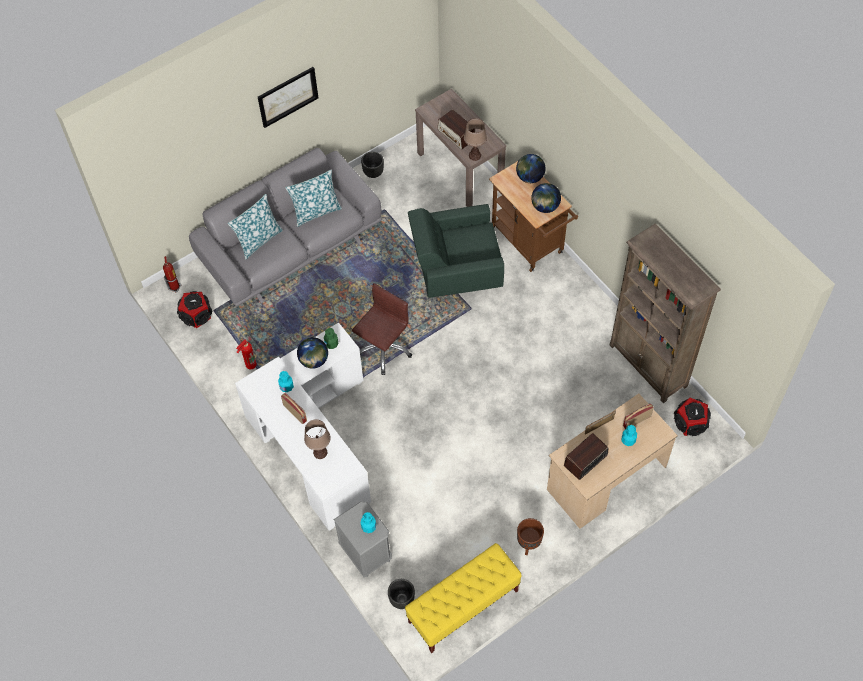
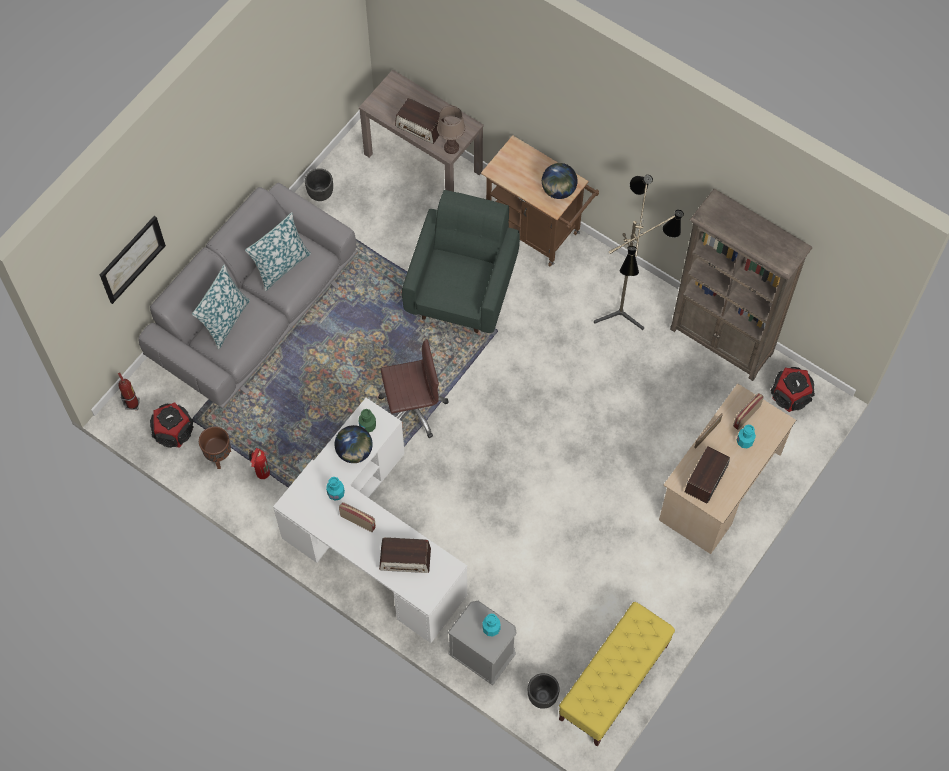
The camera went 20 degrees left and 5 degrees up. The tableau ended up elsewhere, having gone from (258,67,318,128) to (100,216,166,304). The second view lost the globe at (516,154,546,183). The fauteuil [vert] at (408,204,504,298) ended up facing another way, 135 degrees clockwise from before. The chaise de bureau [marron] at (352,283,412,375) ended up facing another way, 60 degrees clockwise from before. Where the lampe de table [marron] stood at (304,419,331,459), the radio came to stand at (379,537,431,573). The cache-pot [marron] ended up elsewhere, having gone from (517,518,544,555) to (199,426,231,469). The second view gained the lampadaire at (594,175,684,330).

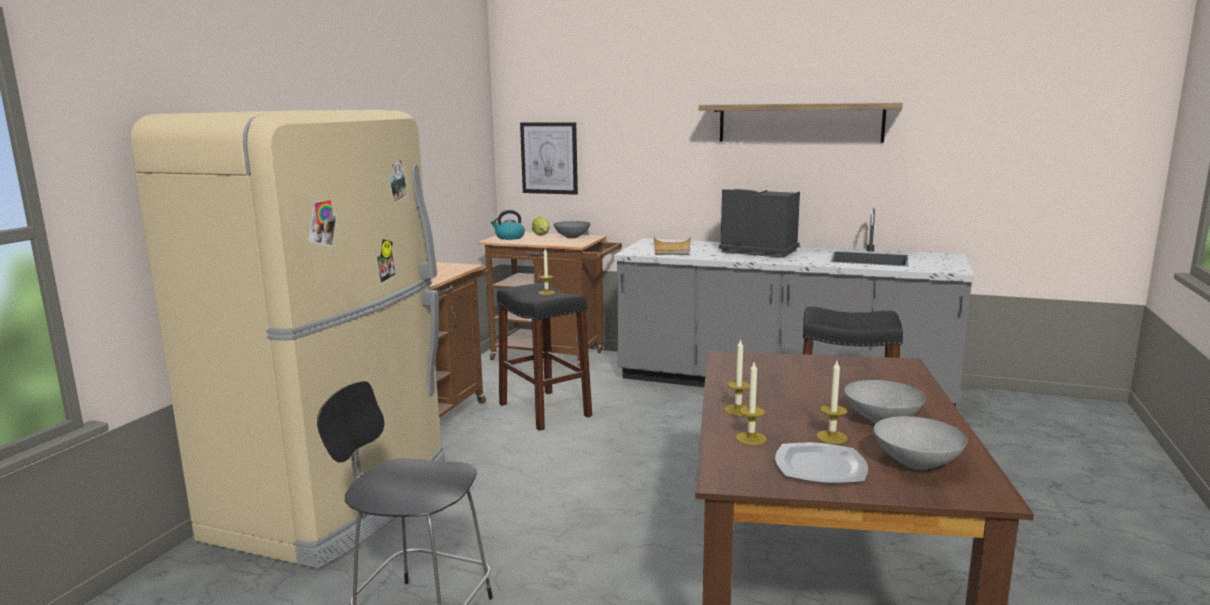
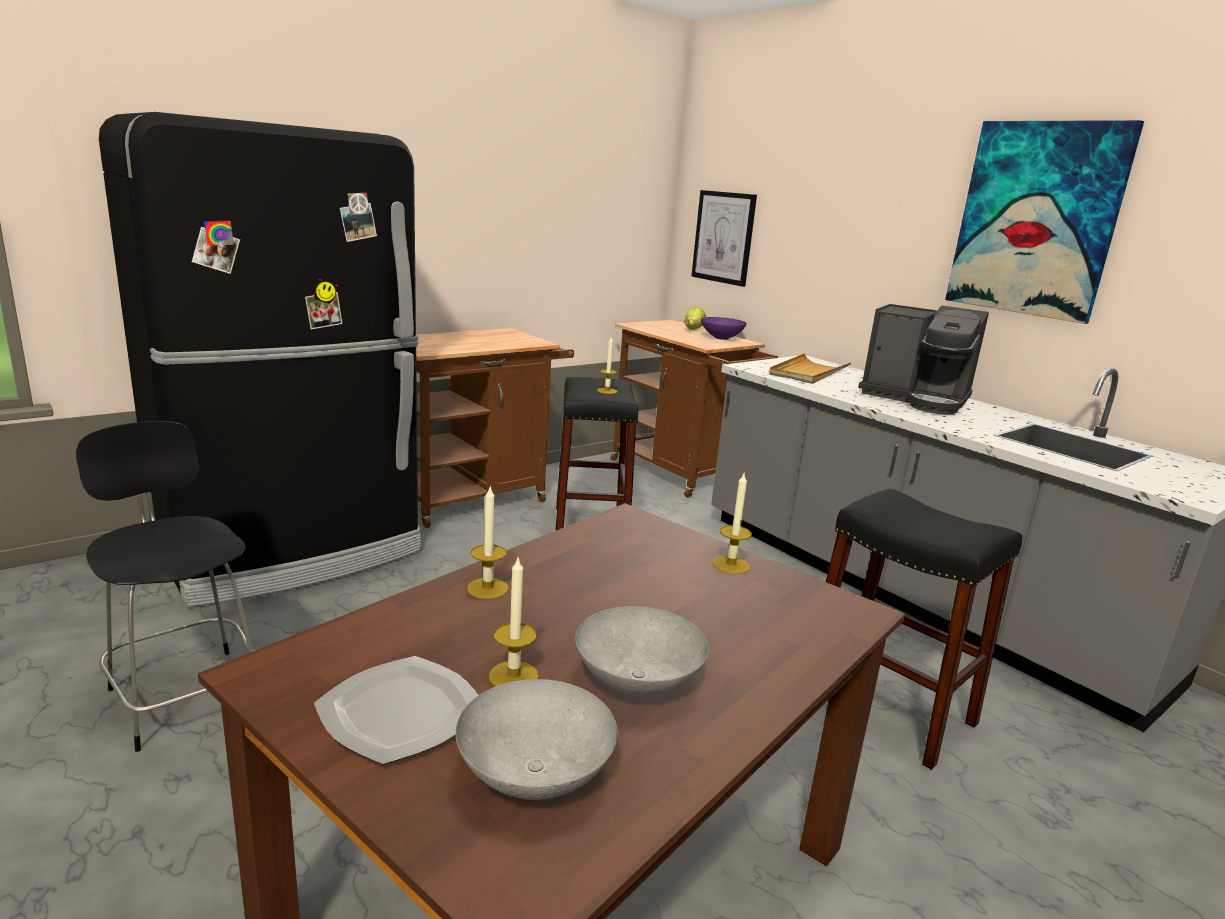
The camera went 30 degrees right and 5 degrees up. Where the étagère hung at (699,103,903,143), the tableau came to hang at (945,120,1144,324). What was the réfrigérateur [beige] at (131,110,445,569) turned into the réfrigérateur [noir] at (99,112,421,607). The machine à café at (719,189,800,258) ended up facing another way, 150 degrees clockwise from before. The second view lost the bouilloire at (491,210,525,240). What was the bol [gris] at (553,221,590,239) turned into the bol [violet] at (701,317,747,340). The bougie ended up elsewhere, having gone from (736,362,767,445) to (713,473,752,574).

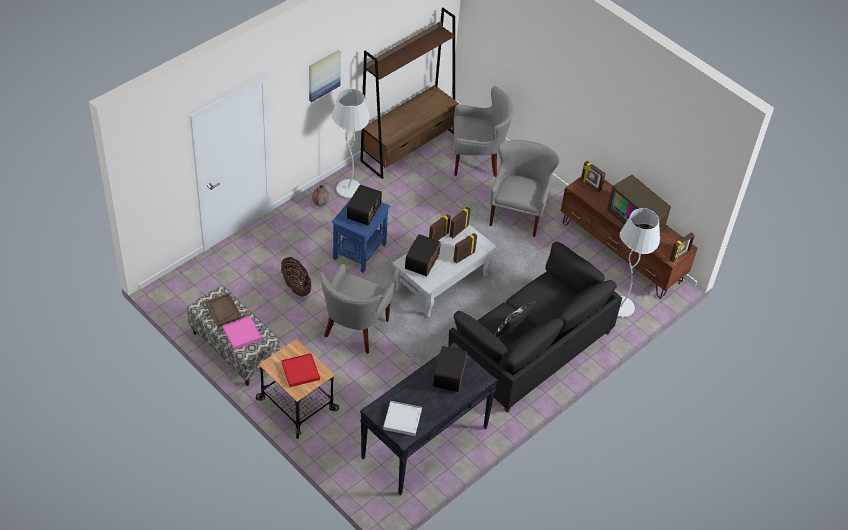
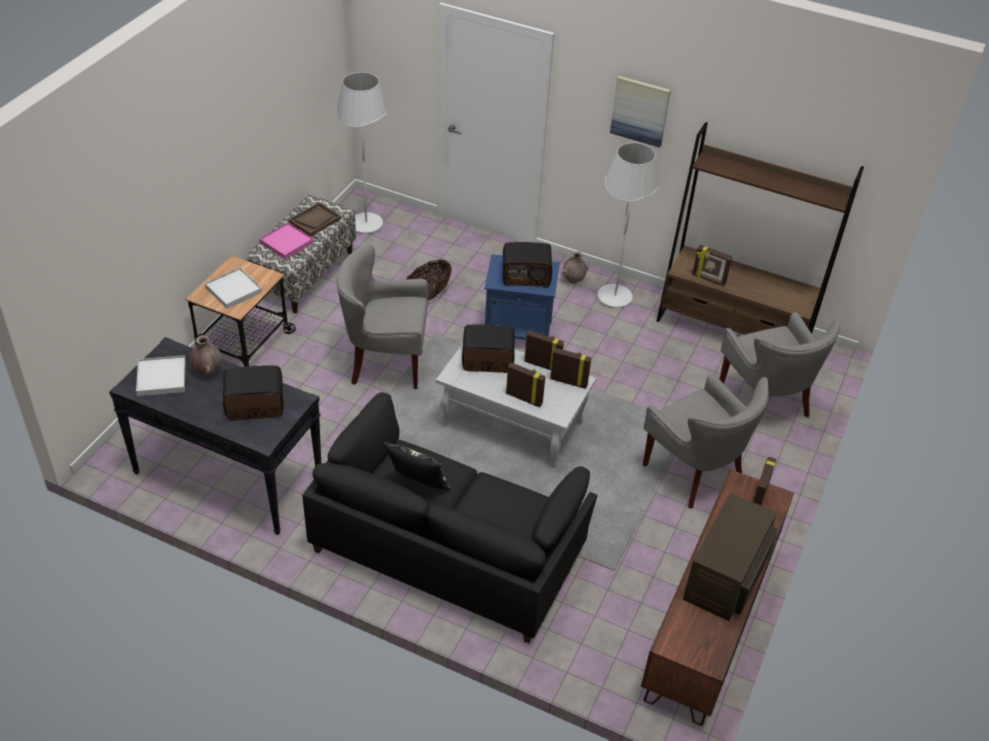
The camera went 70 degrees right and 5 degrees down. The fauteuil [gris] at (489,140,560,237) ended up facing another way, 60 degrees clockwise from before. The lampadaire [blanc] ended up elsewhere, having gone from (618,208,660,317) to (336,72,387,234). The cadre photo ended up elsewhere, having gone from (669,232,695,263) to (692,245,732,286). What was the plateau [rouge] at (281,353,320,387) turned into the plateau [blanc] at (205,267,262,309). The second view gained the vase [marron] at (190,335,221,376).

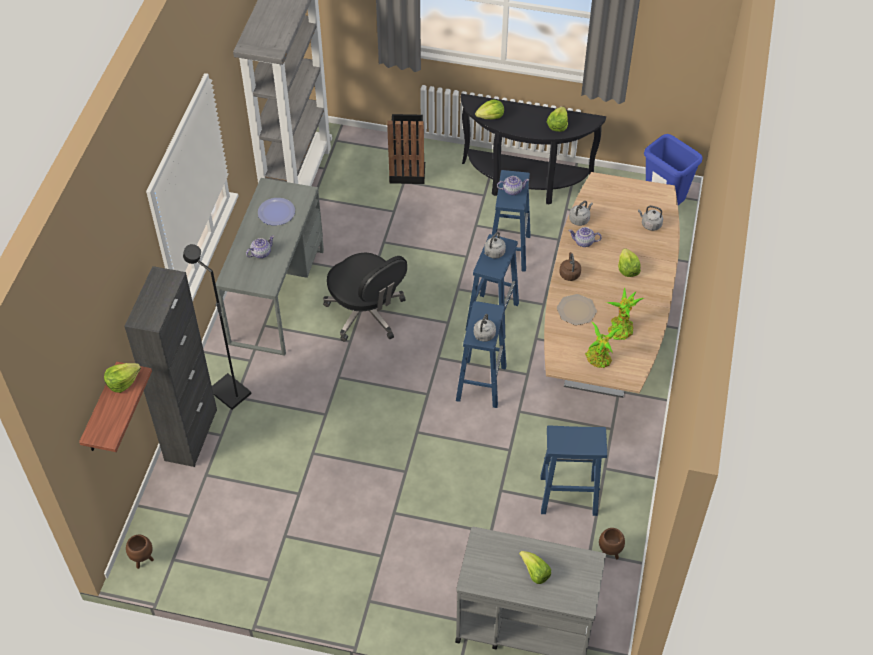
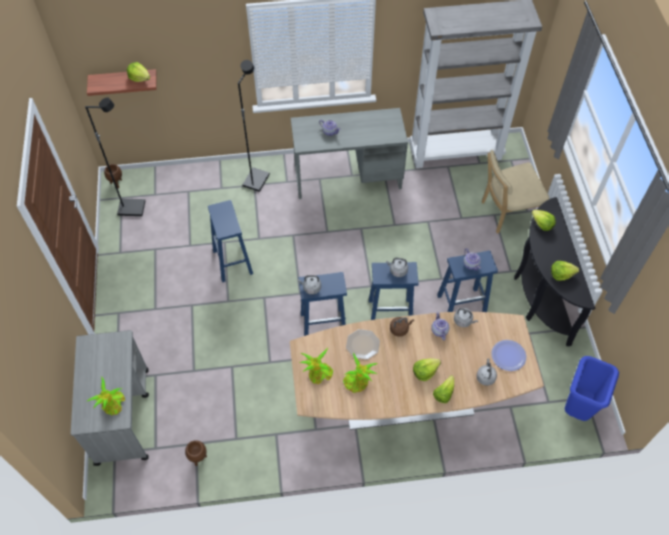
The camera went 70 degrees right and 5 degrees up. Where the poubelle [noir] stood at (387,114,425,184), the chaise [beige] came to stand at (482,150,549,234). The assiette ended up elsewhere, having gone from (258,198,295,225) to (491,340,526,371). The second view lost the chaise de bureau [noir] at (323,252,407,342). The second view lost the meuble de rangement [noir] at (124,266,217,467). The tabouret [bleu] ended up elsewhere, having gone from (540,425,607,516) to (208,200,253,282). The laitue ended up elsewhere, having gone from (519,551,551,584) to (433,375,454,403). The second view gained the lampadaire [noir] at (85,98,145,216). The second view gained the plante en pot at (86,376,125,415).

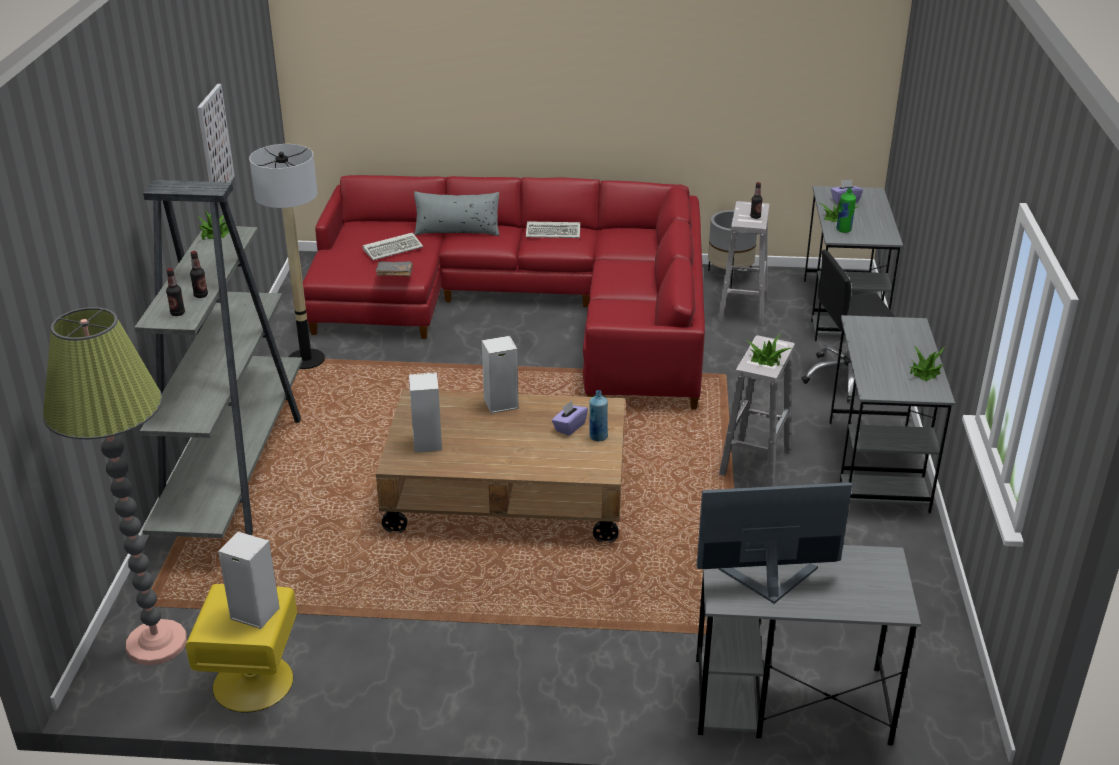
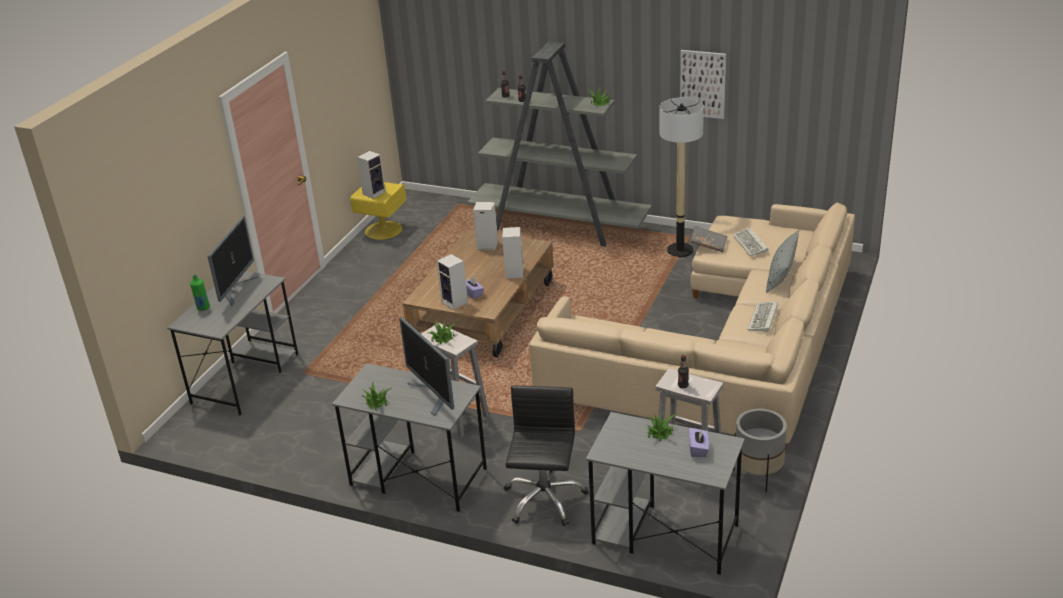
The camera went 110 degrees right and 0 degrees up. What was the canapé [rouge] at (303,175,705,410) turned into the canapé [beige] at (529,203,855,452). The bouteille [vert] ended up elsewhere, having gone from (836,188,856,233) to (190,275,210,311). The second view lost the lampadaire at (43,307,187,665). Where the bouteille [bleu] stood at (589,390,608,441), the enceinte came to stand at (437,254,468,310). The second view gained the écran d'ordinateur at (399,317,454,416).

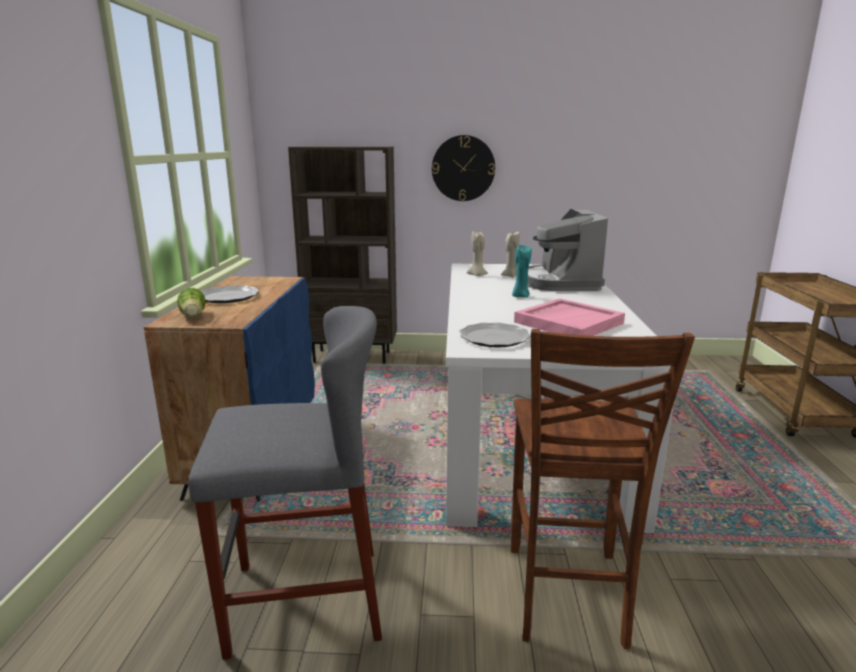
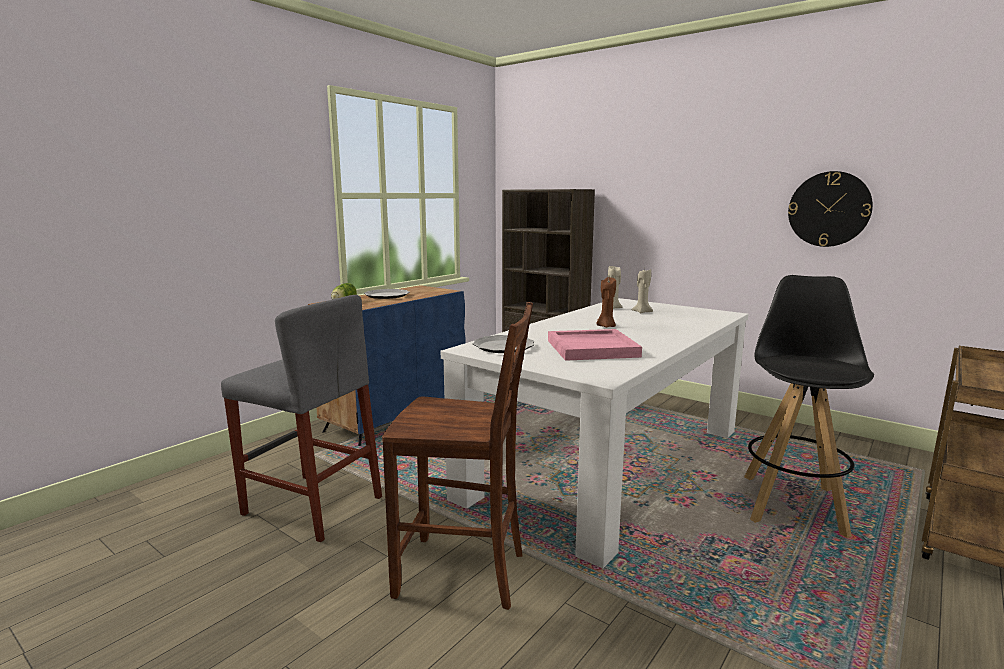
The camera went 35 degrees right and 5 degrees down. The horloge murale ended up elsewhere, having gone from (432,135,495,201) to (788,171,873,247). The second view lost the machine à café at (527,209,608,291). What was the bougie [turquoise] at (512,245,532,298) turned into the bougie [marron] at (596,277,616,327). The chaise [marron] at (511,329,695,649) ended up facing another way, 120 degrees counterclockwise from before. The second view gained the tabouret [noir] at (744,275,874,538).

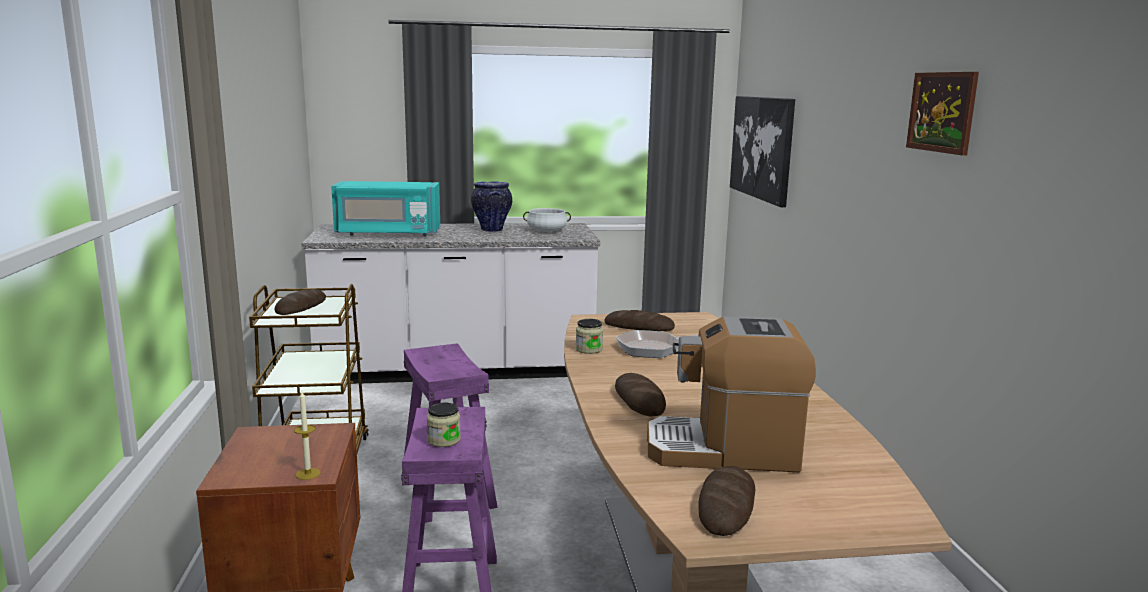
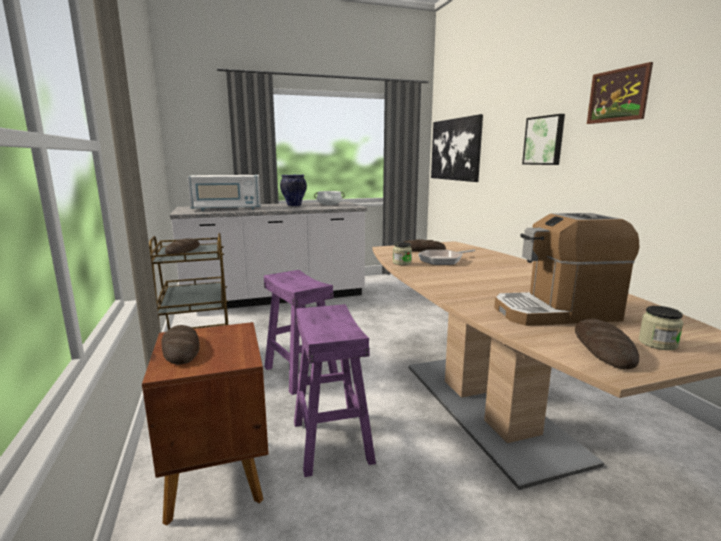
The camera went 10 degrees left and 0 degrees up. What was the micro-ondes [turquoise] at (331,181,440,236) turned into the micro-ondes [blanc] at (187,175,261,211). The pain ended up elsewhere, having gone from (615,373,666,416) to (161,325,200,365). The second view lost the bougie at (294,391,321,480). The bocal ended up elsewhere, having gone from (427,403,461,447) to (639,306,684,350). The second view gained the tableau at (522,114,565,165).

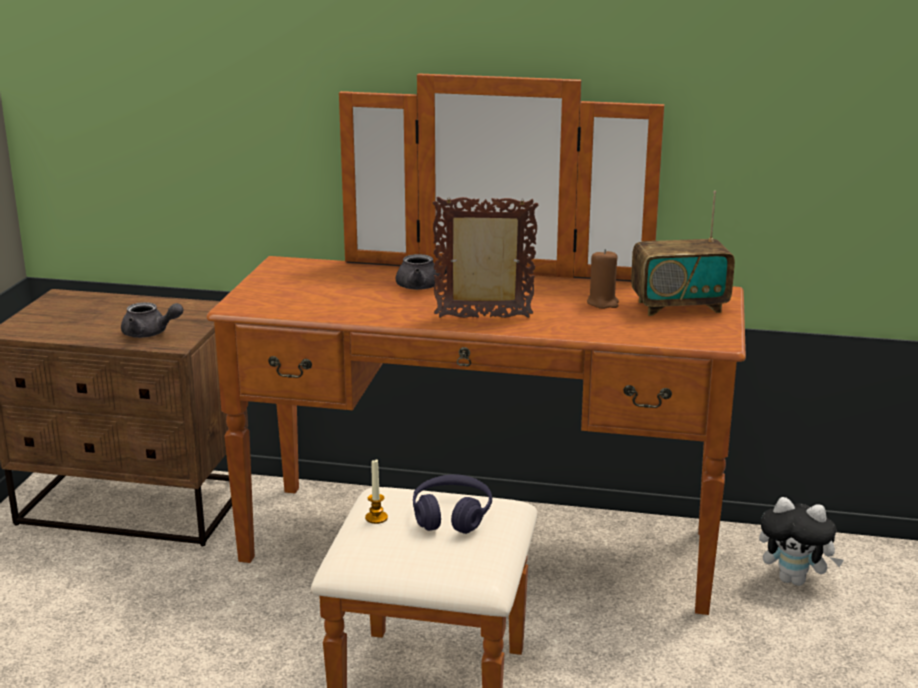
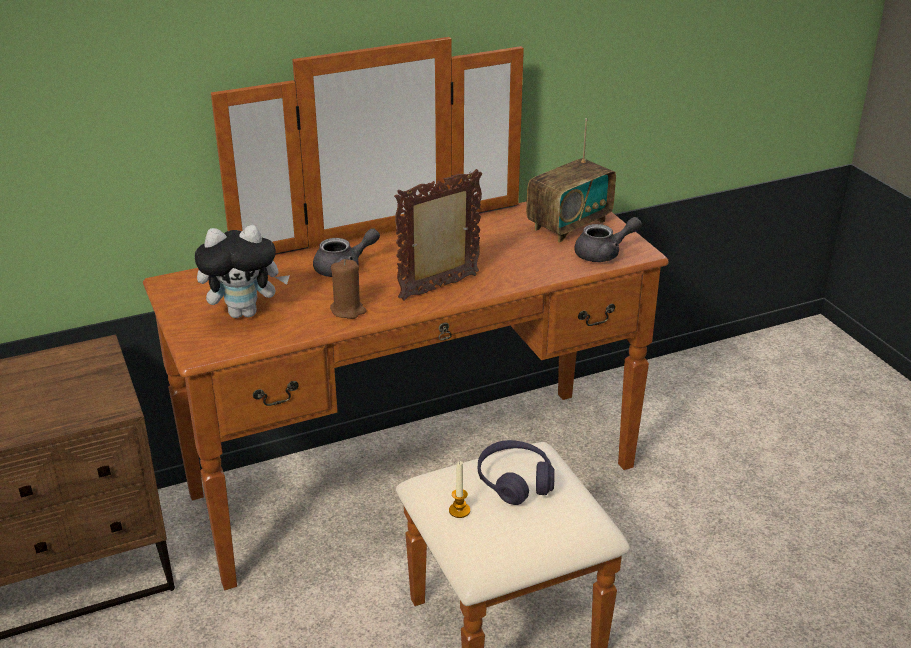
The camera went 35 degrees left and 10 degrees up. The bougie [marron] ended up elsewhere, having gone from (587,249,619,309) to (330,259,367,319). The théière [gris] ended up elsewhere, having gone from (121,302,183,338) to (574,217,642,262). The peluche ended up elsewhere, having gone from (759,497,844,586) to (195,225,290,318).

